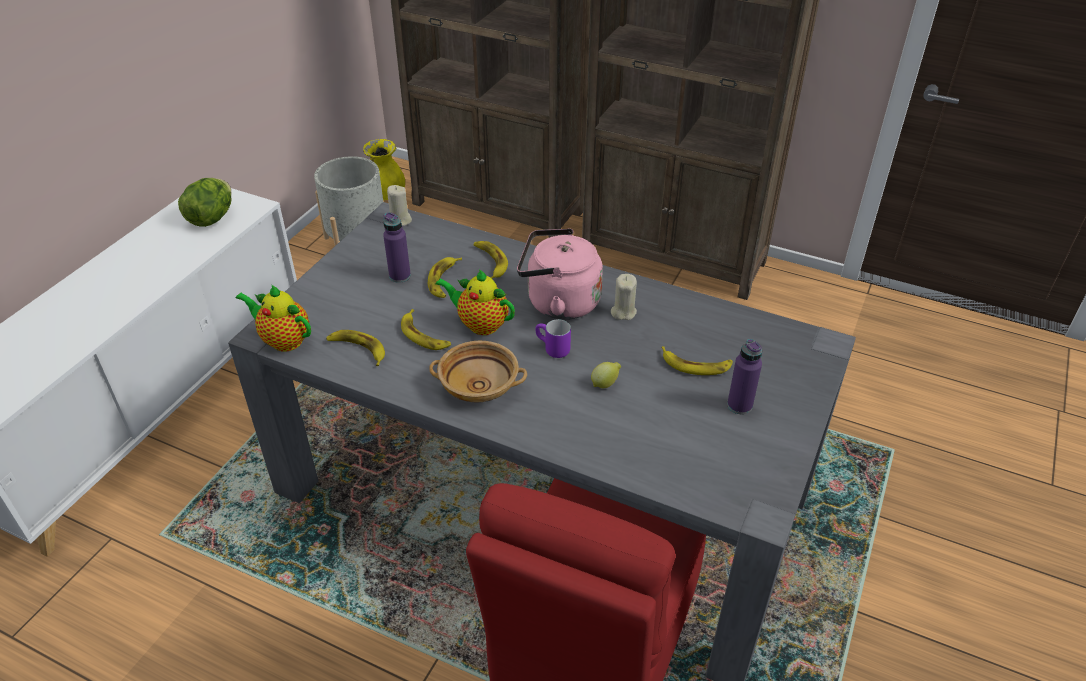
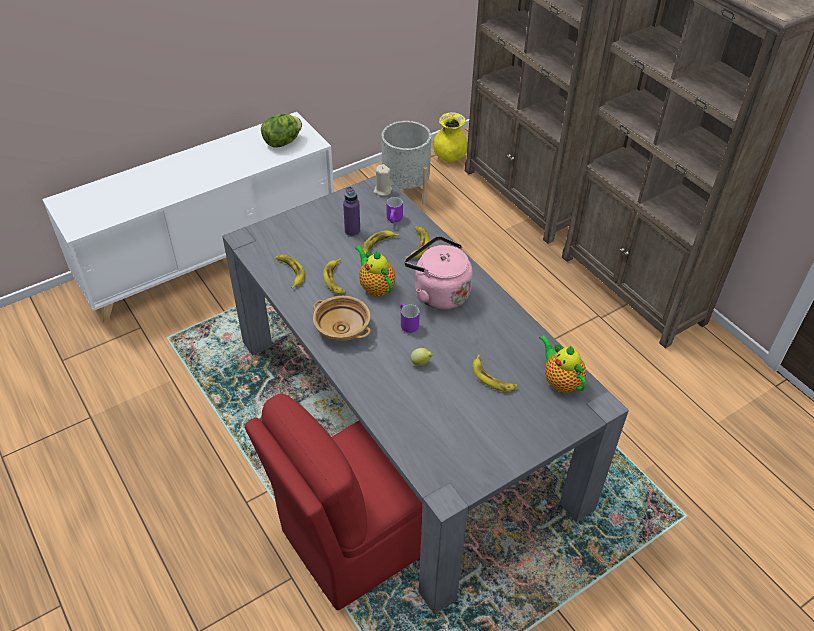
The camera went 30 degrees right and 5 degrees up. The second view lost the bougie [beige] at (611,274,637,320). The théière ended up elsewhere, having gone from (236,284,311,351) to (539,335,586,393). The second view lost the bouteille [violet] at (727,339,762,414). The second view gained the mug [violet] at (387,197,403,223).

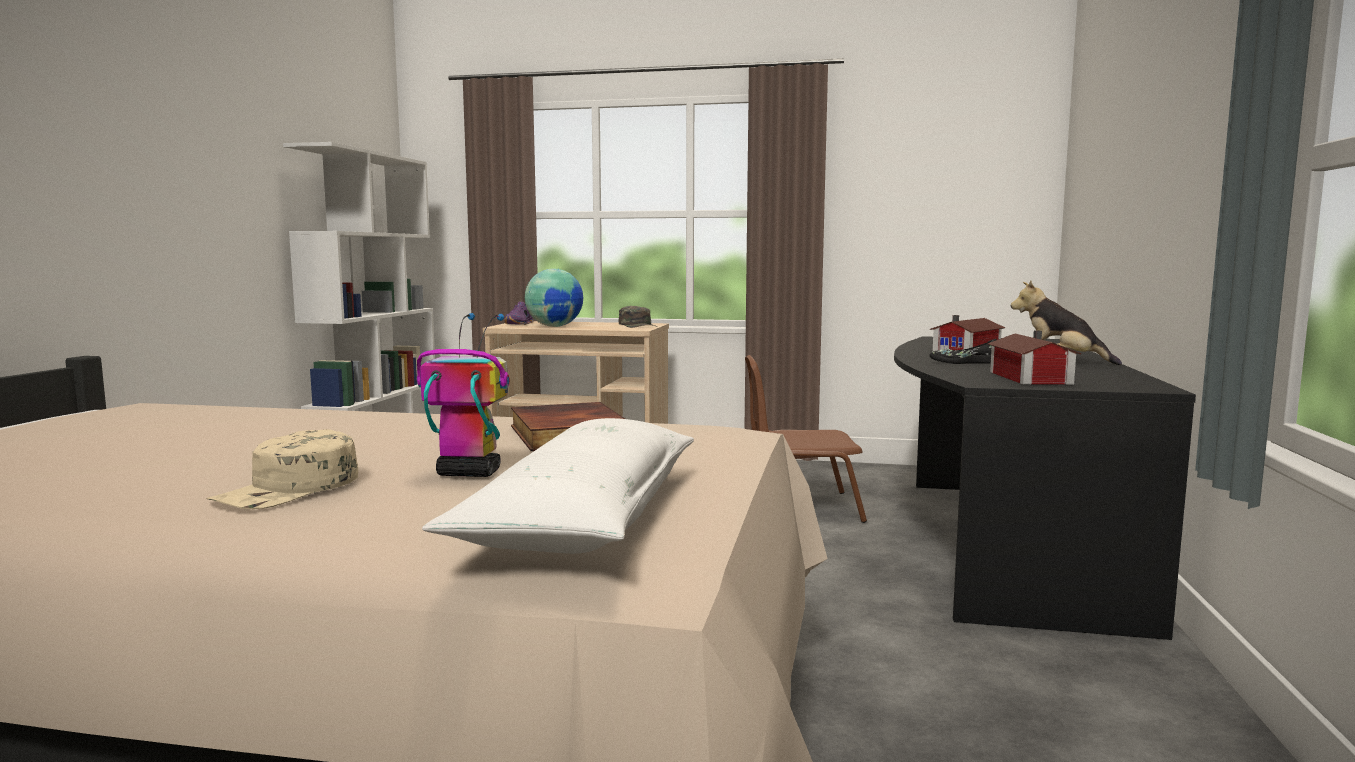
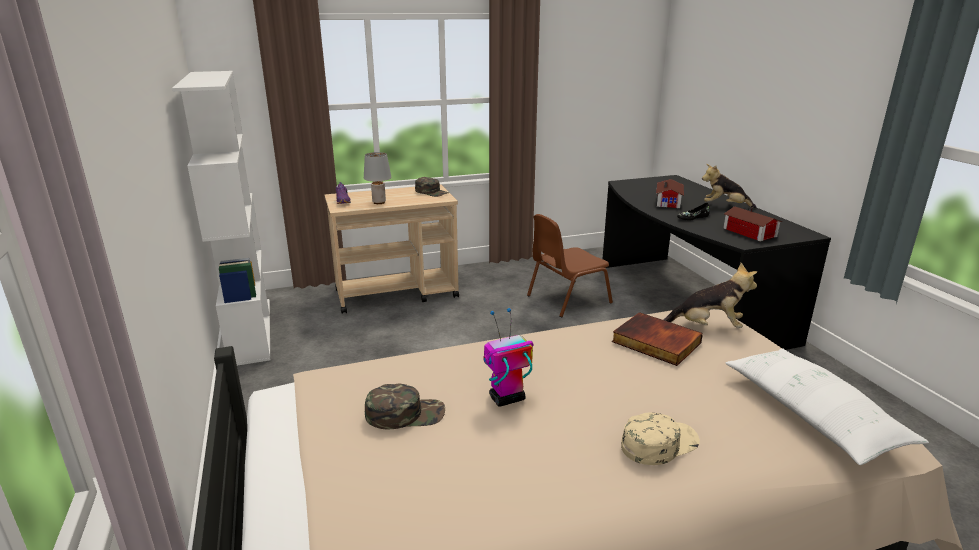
The camera went 30 degrees left and 15 degrees up. Where the globe stood at (525,268,583,327), the lampe de table [gris] came to stand at (364,152,392,204). The robot jouet ended up elsewhere, having gone from (417,313,510,477) to (483,308,533,406). The casquette [beige] at (206,429,358,509) ended up facing another way, 120 degrees counterclockwise from before. The second view gained the peluche at (664,263,757,328). The second view gained the casquette [vert] at (365,384,445,429).

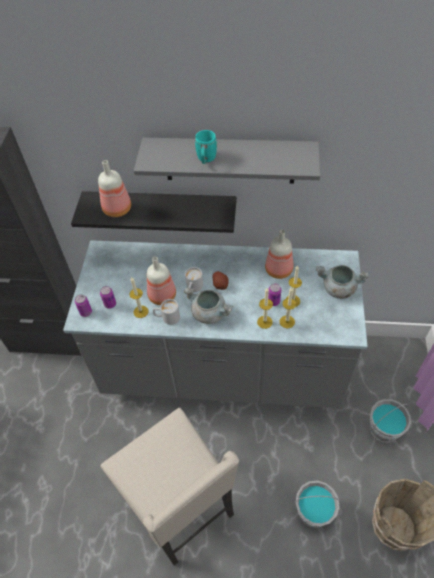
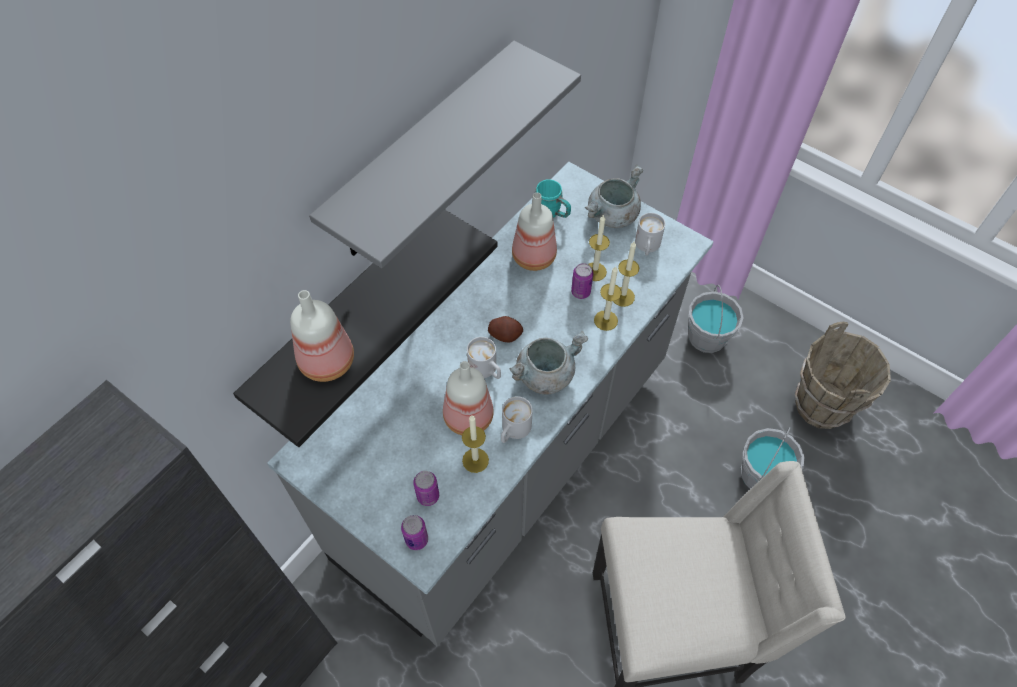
The camera went 60 degrees left and 5 degrees up. The mug [turquoise] ended up elsewhere, having gone from (195,130,217,164) to (535,179,571,218). The second view gained the mug [blanc] at (635,213,665,256).

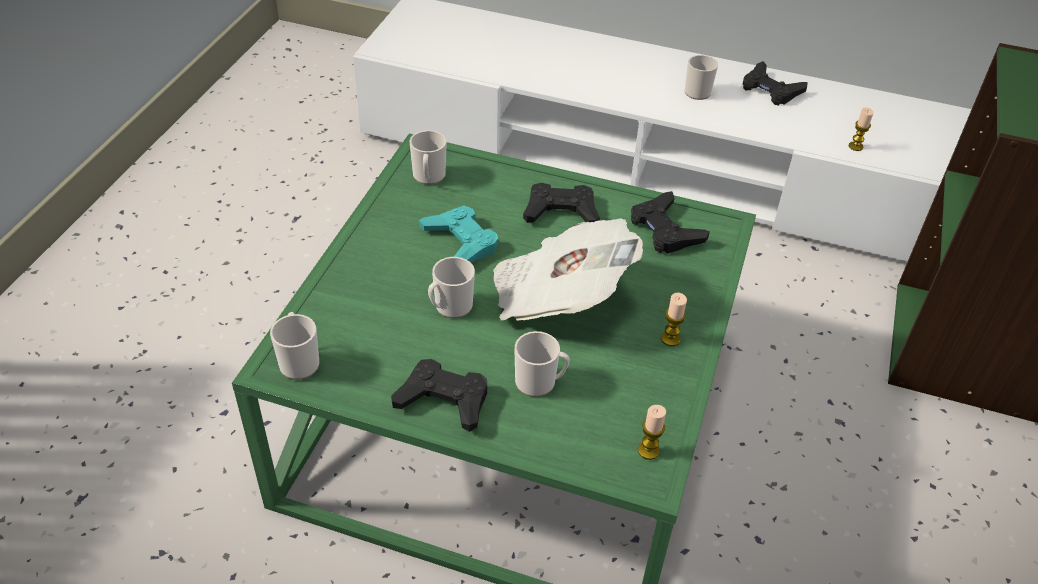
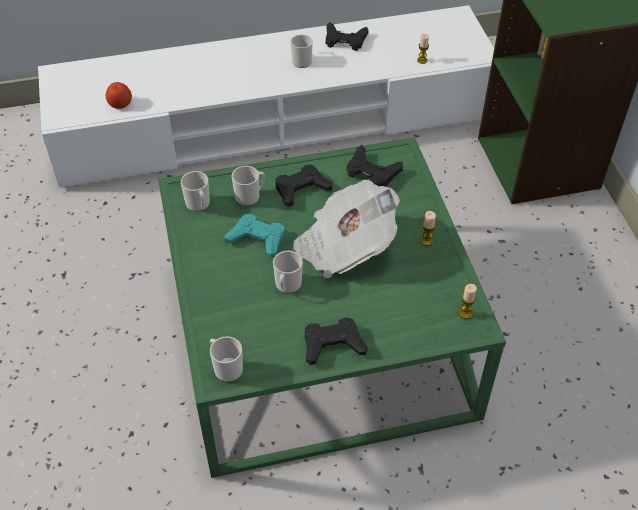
The camera went 30 degrees left and 5 degrees up. The mug ended up elsewhere, having gone from (515,331,570,397) to (232,166,265,206). The second view gained the pomme at (106,82,132,109).

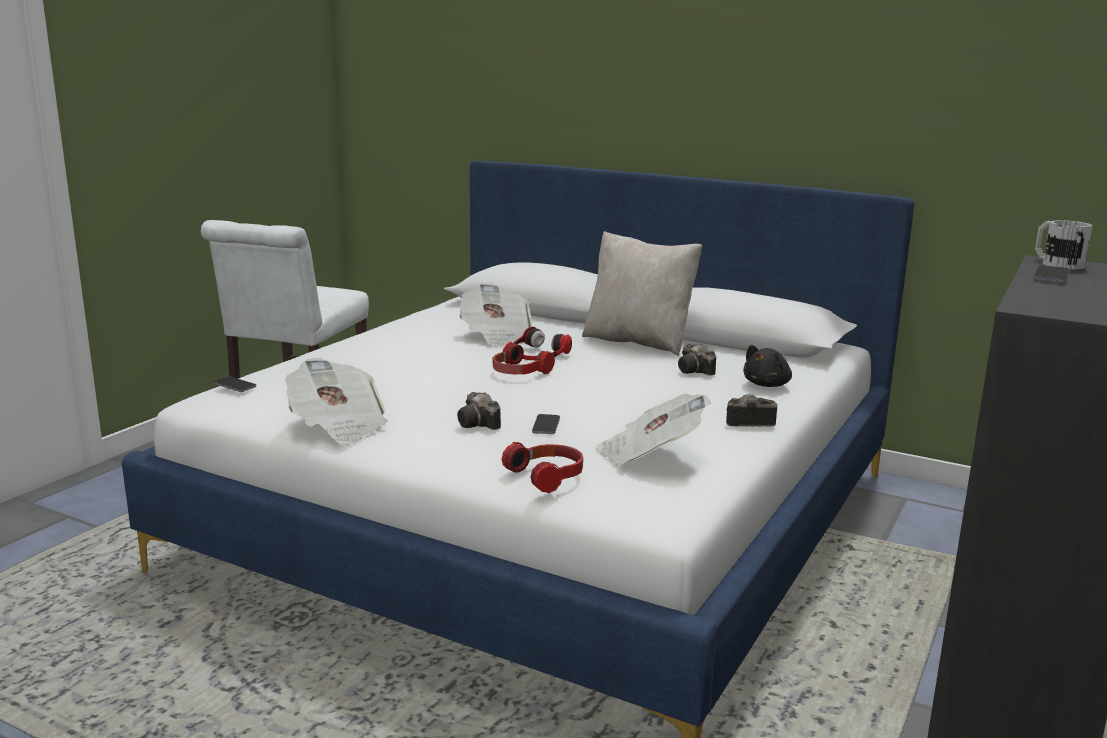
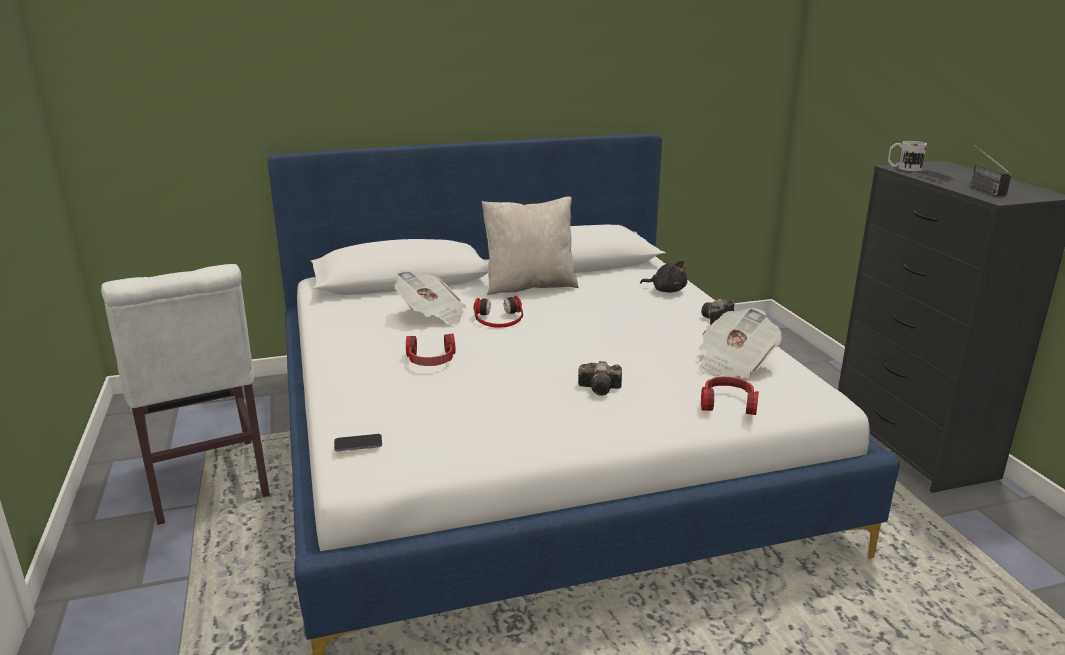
The camera went 45 degrees left and 5 degrees up. The casque audio ended up elsewhere, having gone from (493,342,555,375) to (406,334,456,366). The second view lost the appareil photo at (678,344,716,376). The peluche [noir] at (743,345,792,387) ended up facing another way, 60 degrees counterclockwise from before. The second view lost the journal at (285,358,388,445). The second view lost the téléphone at (532,414,560,434). The second view gained the radio at (971,144,1011,196).

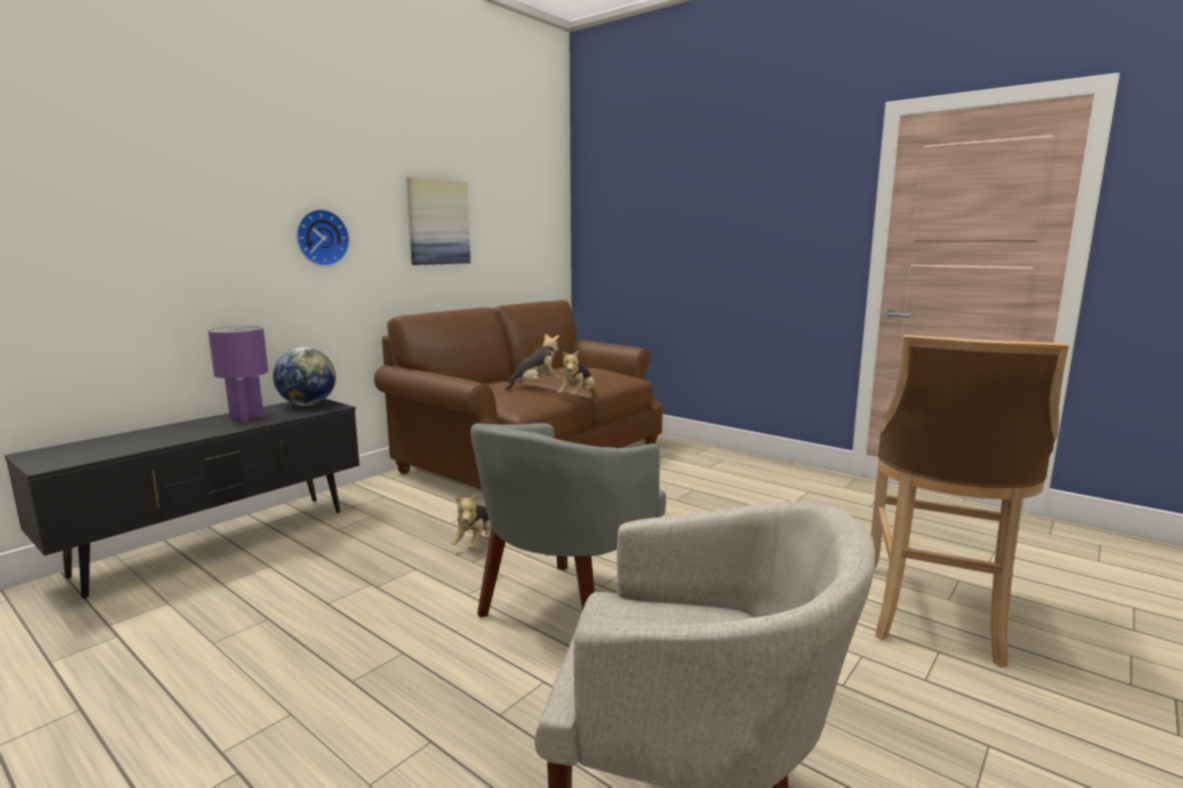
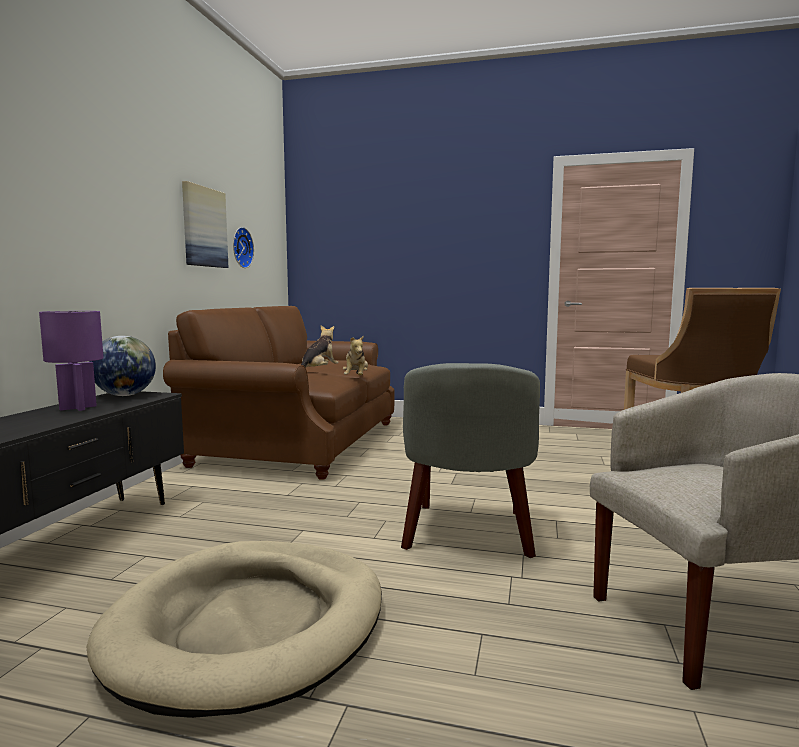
The camera went 25 degrees left and 5 degrees down. The horloge murale ended up elsewhere, having gone from (296,209,350,267) to (233,227,254,268). The second view lost the peluche at (451,494,491,550). The second view gained the panier pour chien [beige] at (86,541,382,718).

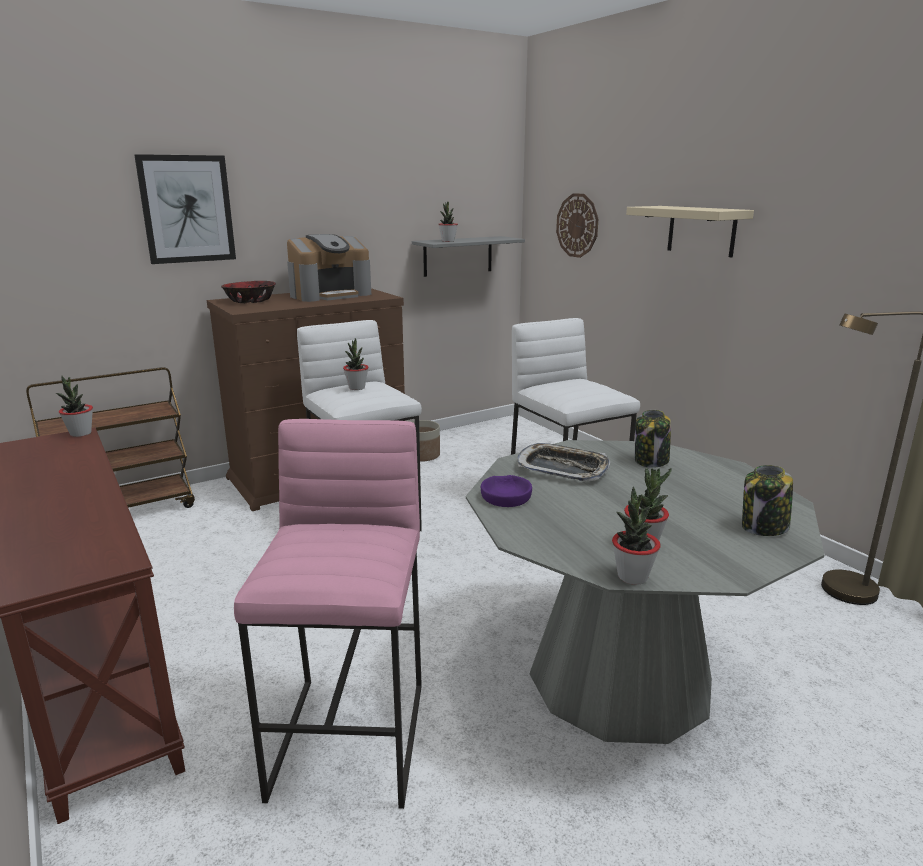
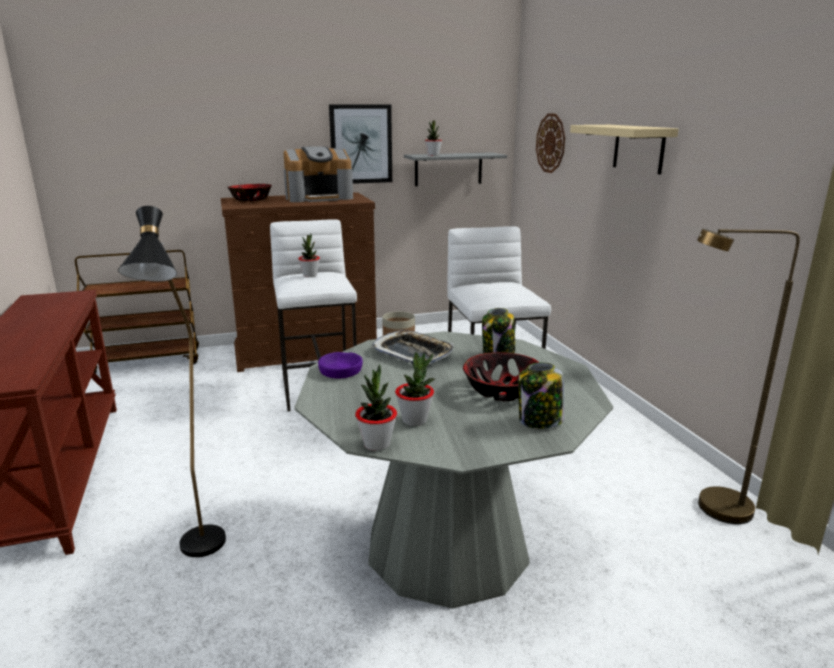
The camera went 15 degrees right and 0 degrees up. The tableau ended up elsewhere, having gone from (134,154,236,264) to (329,104,392,184). The second view lost the plante en pot at (56,376,93,437). Where the tabouret [rose] stood at (234,419,422,809), the lampadaire [noir] came to stand at (118,206,226,557). The second view gained the bol at (463,352,540,401).

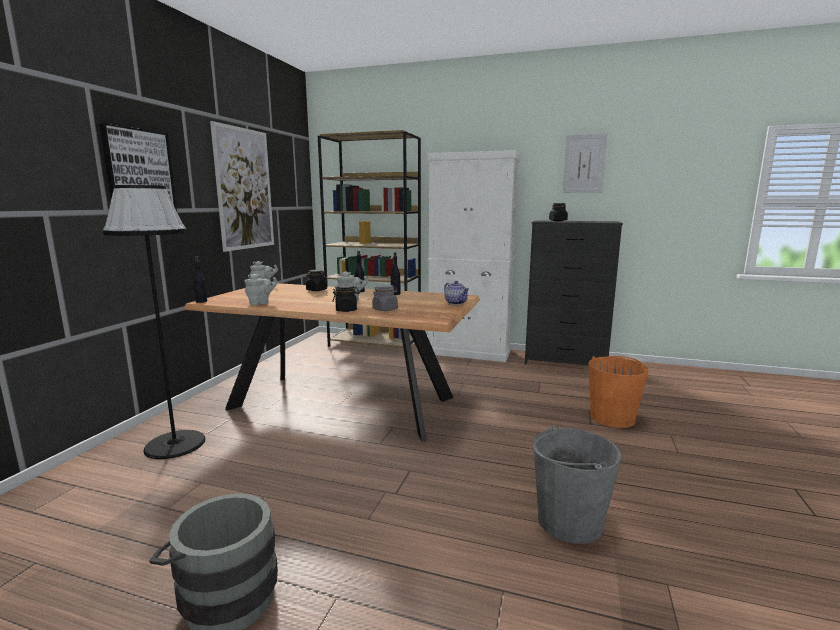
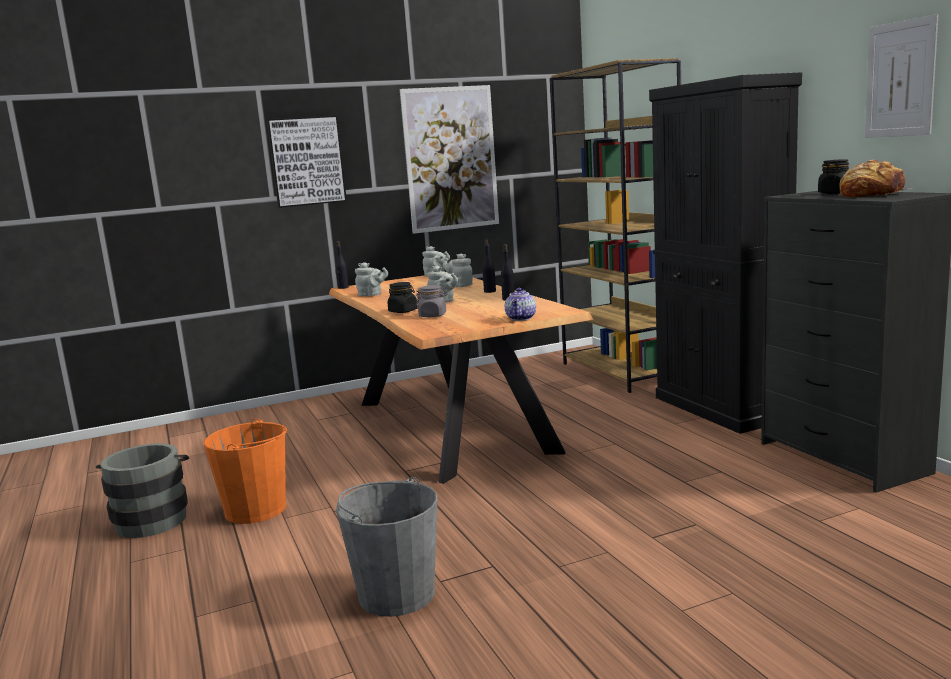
The camera went 50 degrees right and 0 degrees up. What was the meuble de rangement [blanc] at (428,150,521,362) turned into the meuble de rangement [noir] at (649,72,802,434). The second view lost the lampadaire [noir] at (102,185,205,459). Where the bocal [noir] stood at (306,270,327,291), the théière [gris] came to stand at (443,253,473,287). The seau [orange] ended up elsewhere, having gone from (589,356,649,428) to (204,418,287,524). The second view gained the pain at (839,160,913,197).

